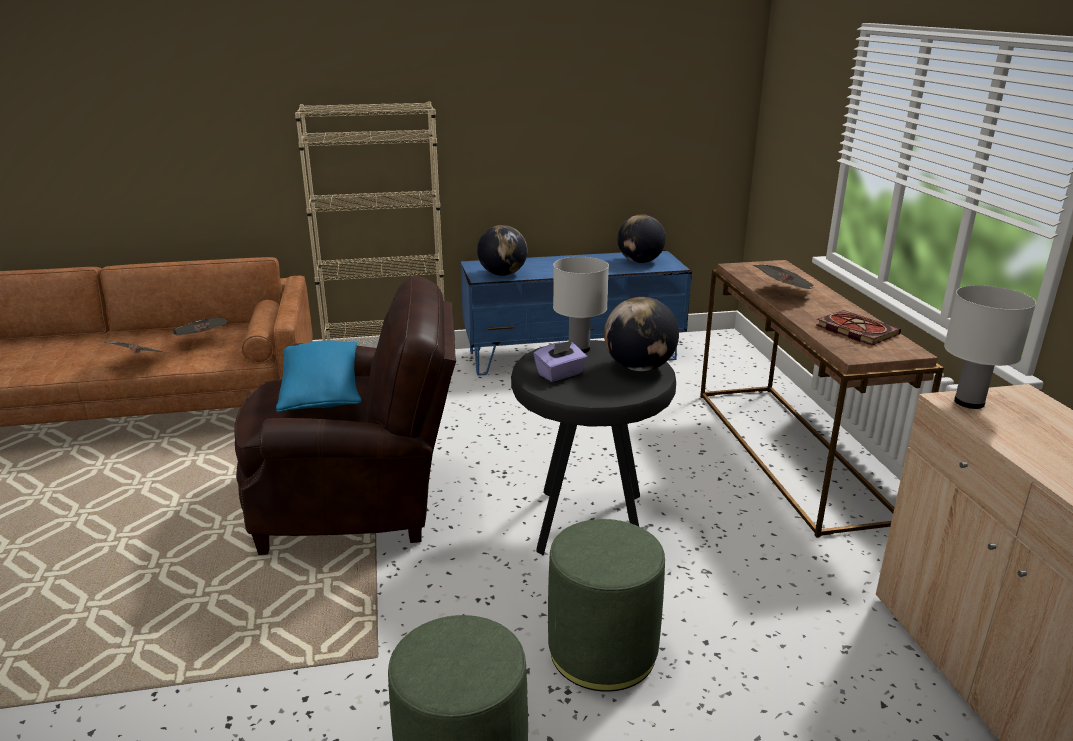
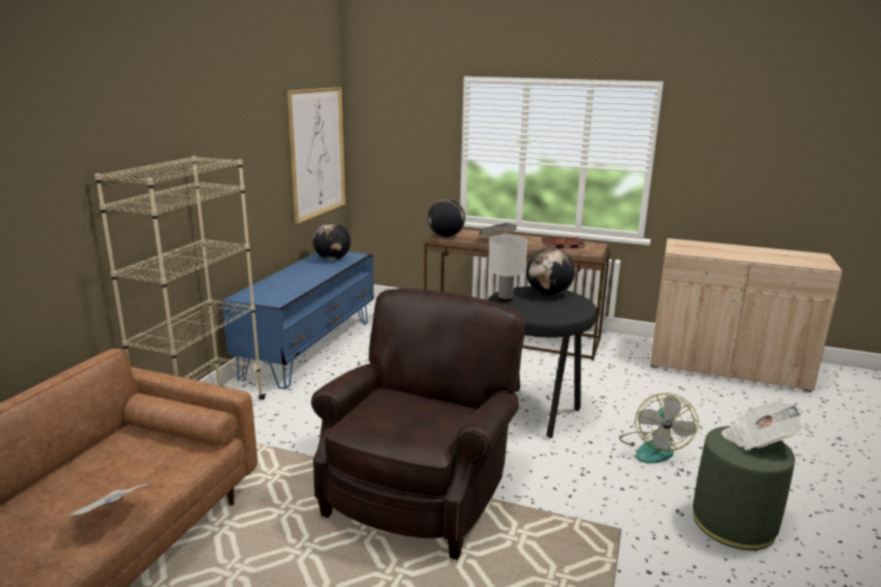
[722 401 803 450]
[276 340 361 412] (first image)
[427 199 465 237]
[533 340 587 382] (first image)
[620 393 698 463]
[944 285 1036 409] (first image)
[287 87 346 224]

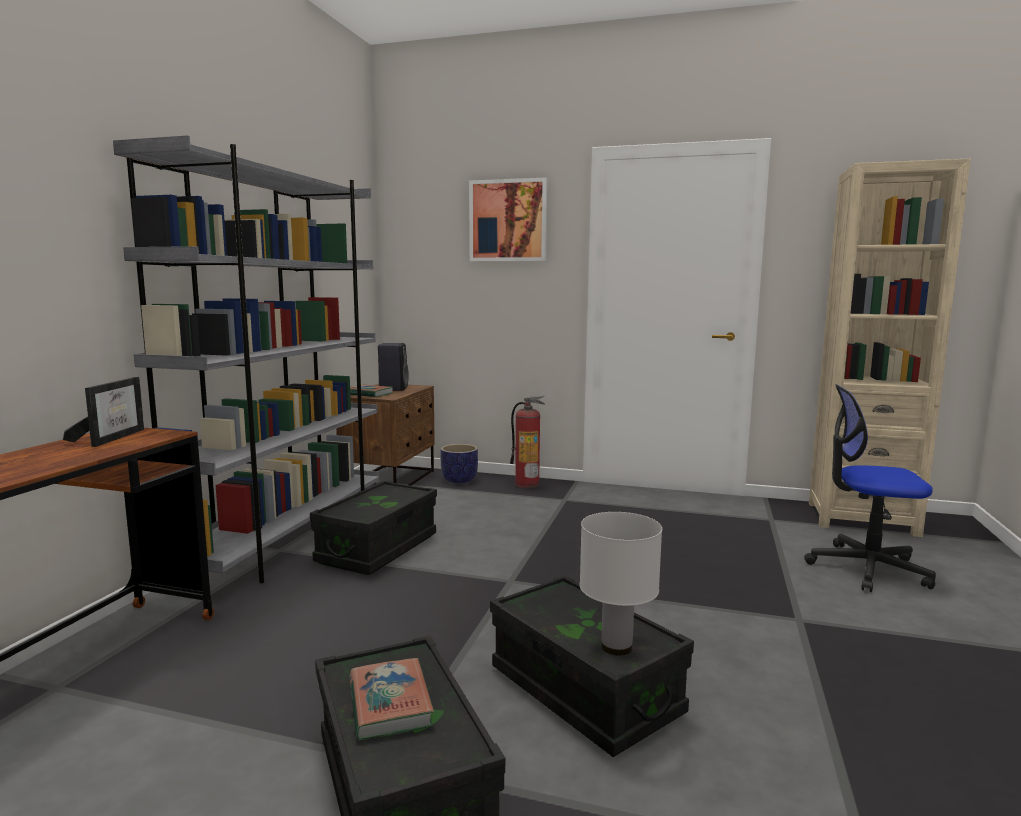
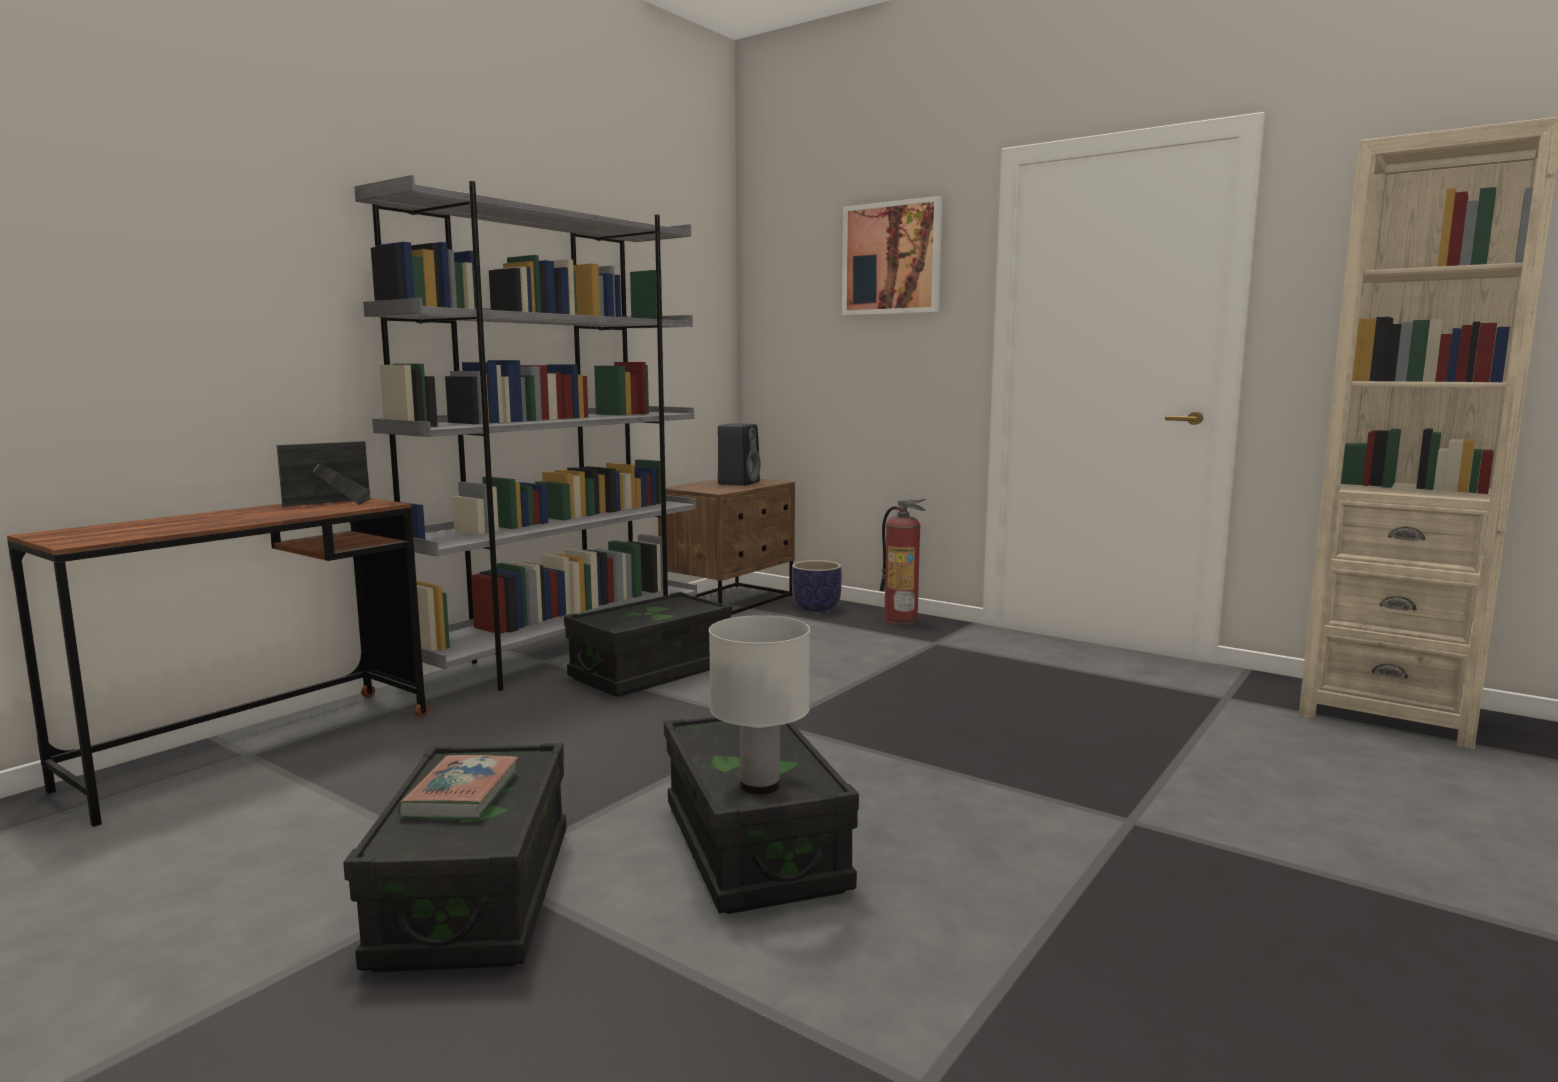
[277 441 371 506]
[350 384 393 397] (first image)
[804 384 936 592] (first image)

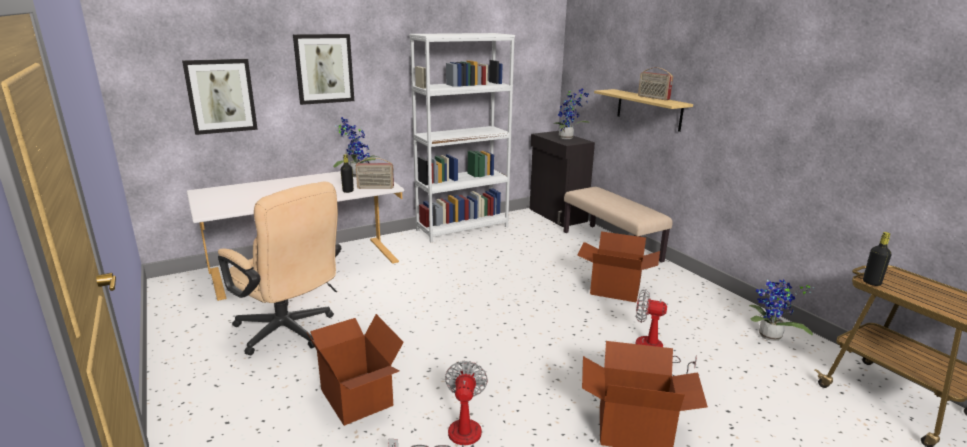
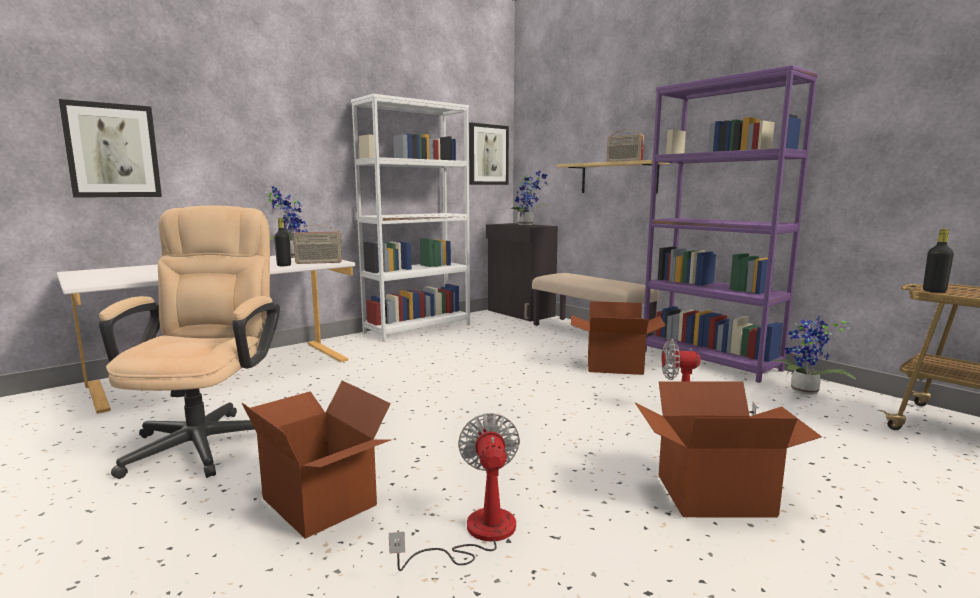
[99 206 280 479]
[469 123 509 185]
[644 65 818 383]

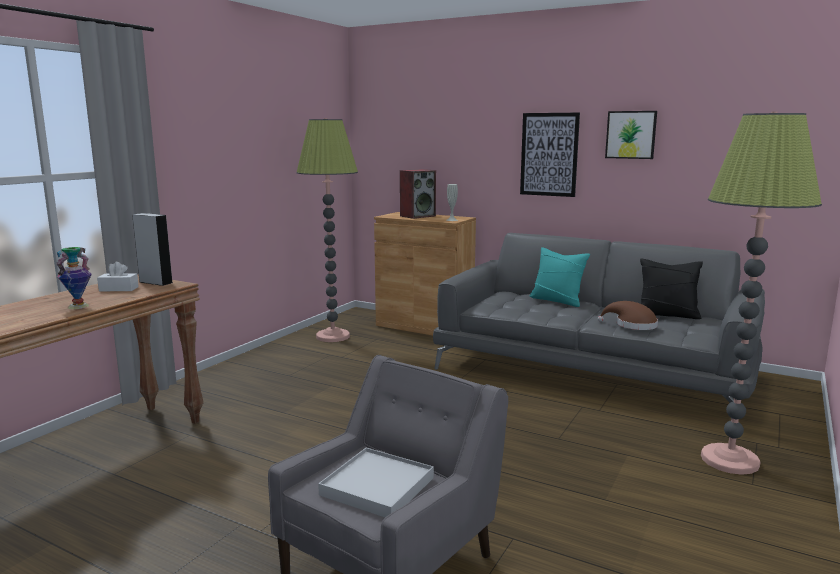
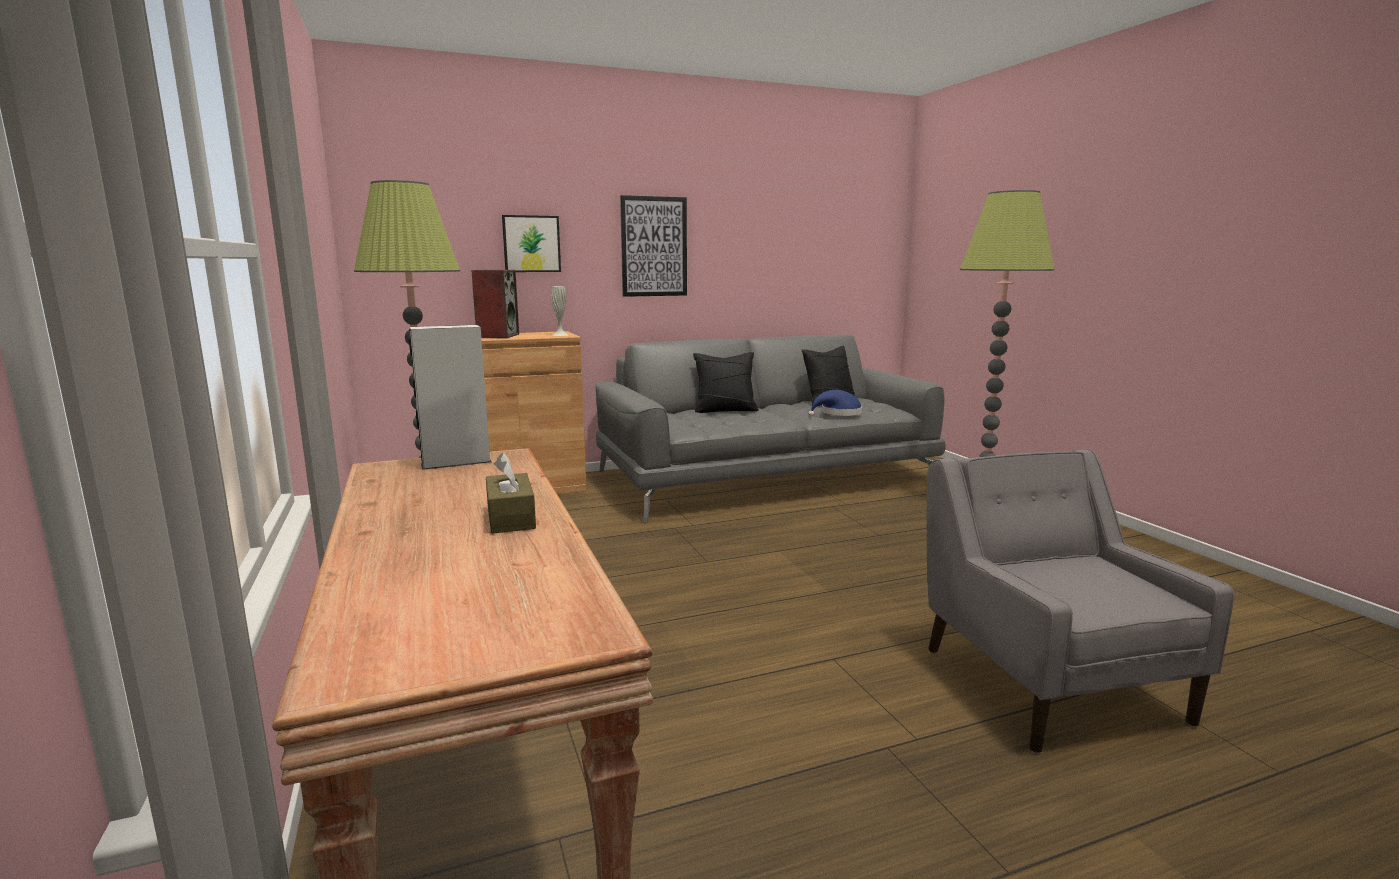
[486 453 536 534]
[97 262 139 291] (first image)
[318 448 434 517] (first image)
[693 352 759 413]
[808 390 862 417]
[502 215 561 272]

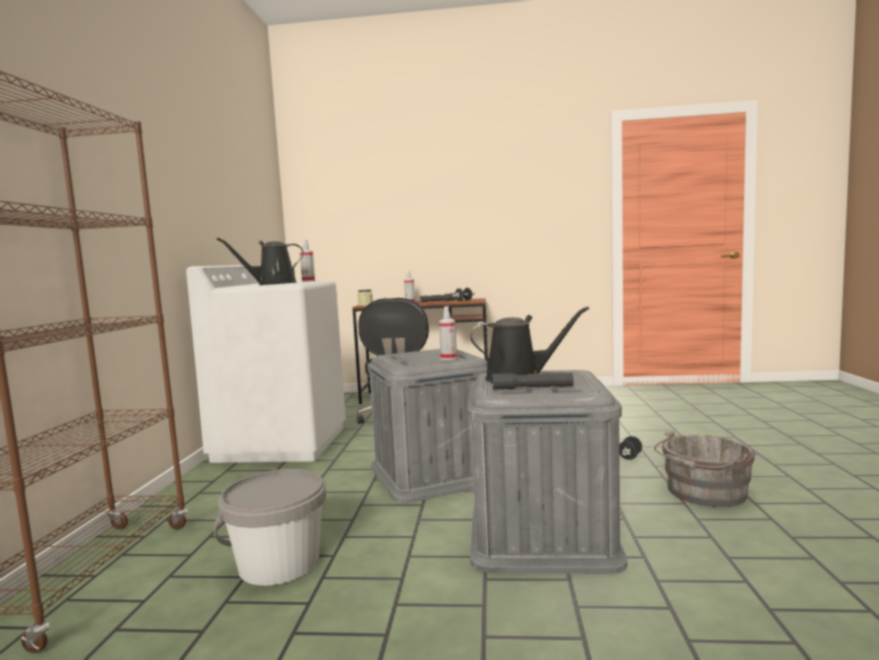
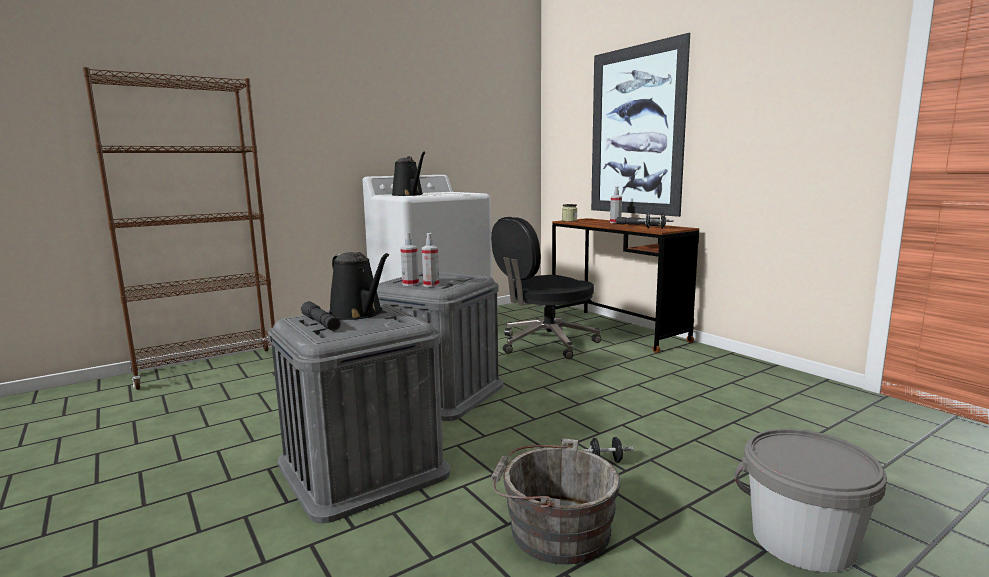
[735 429 887 573]
[392 152 425 196]
[400 233 419 286]
[591 33 690 217]

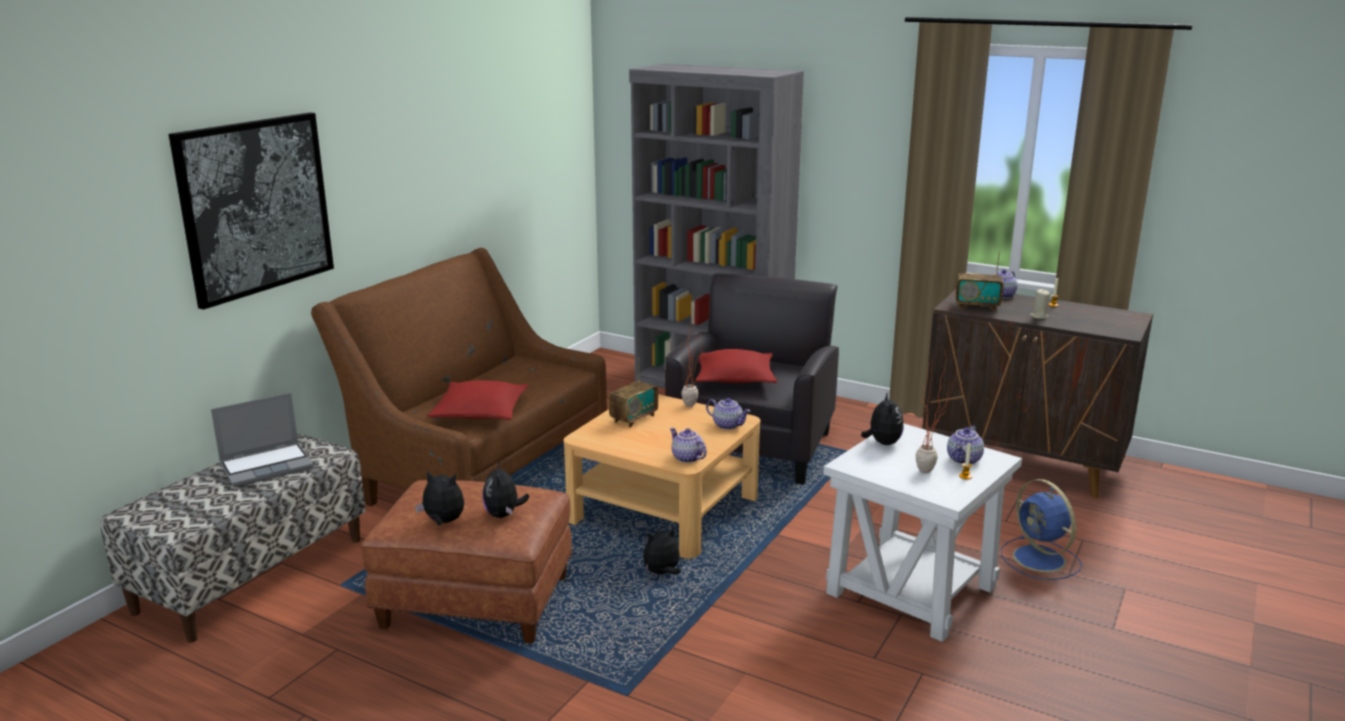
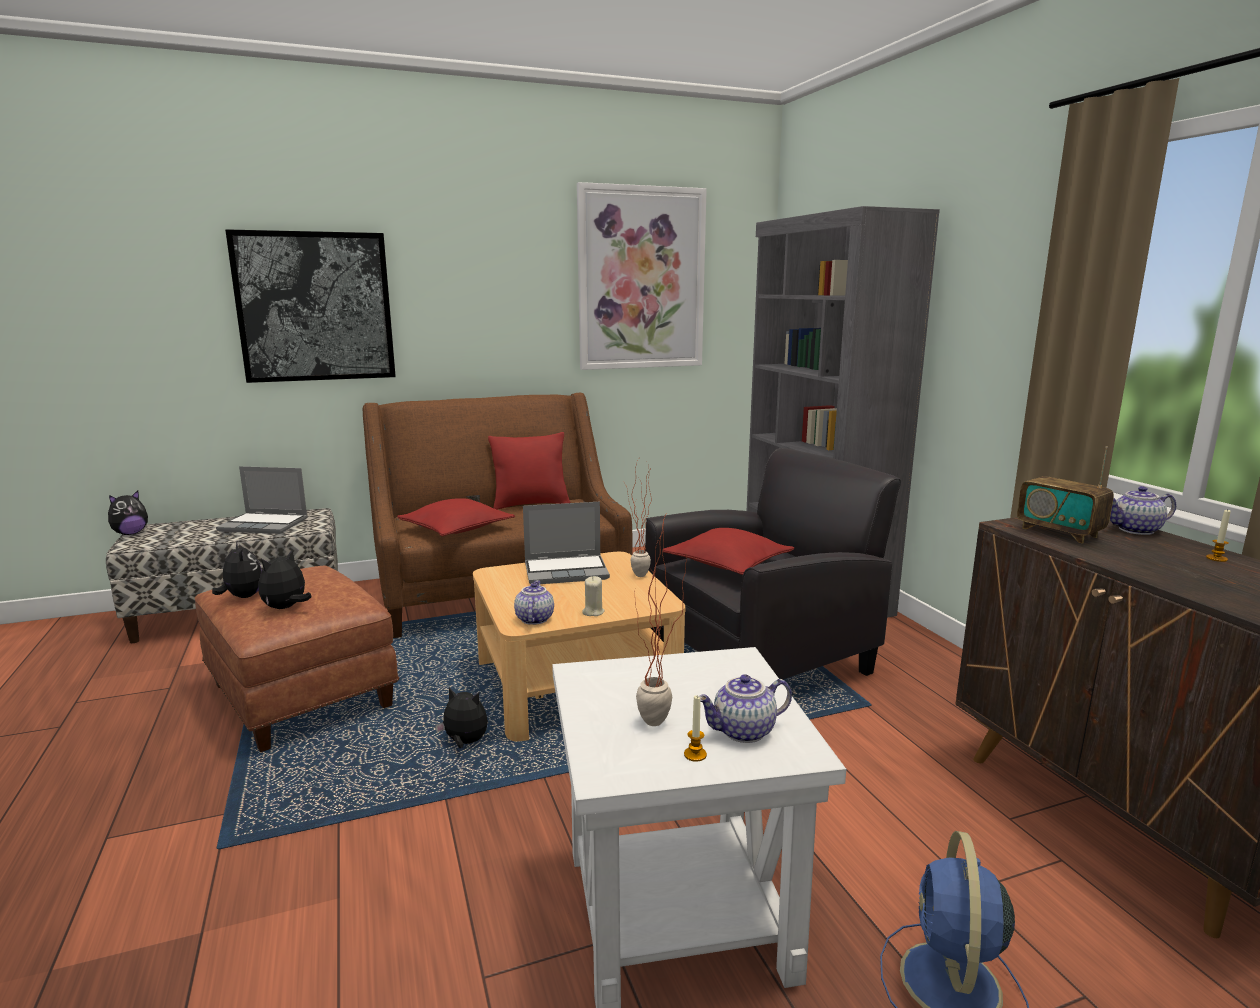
[523 502 610 584]
[706 398 750 430] (first image)
[108 491 148 535]
[582 576 604 616]
[488 432 570 510]
[577 182 707 370]

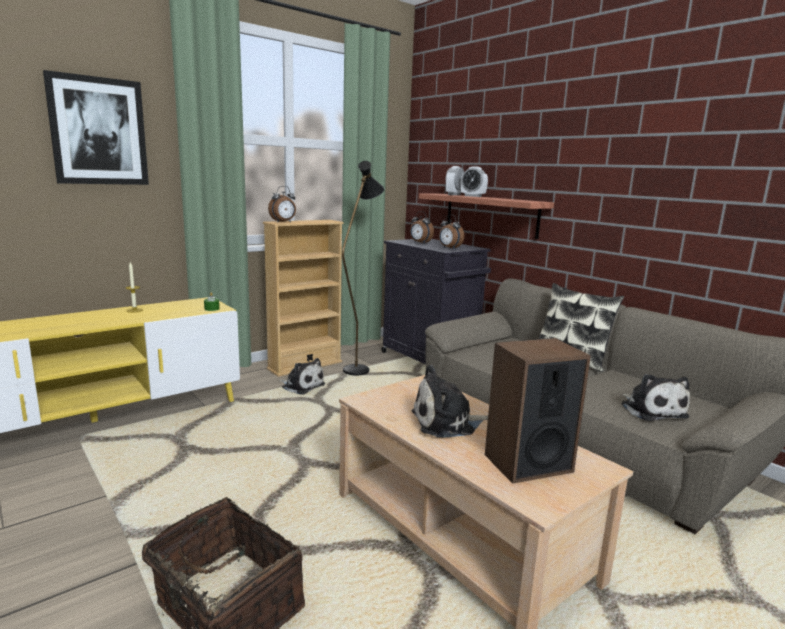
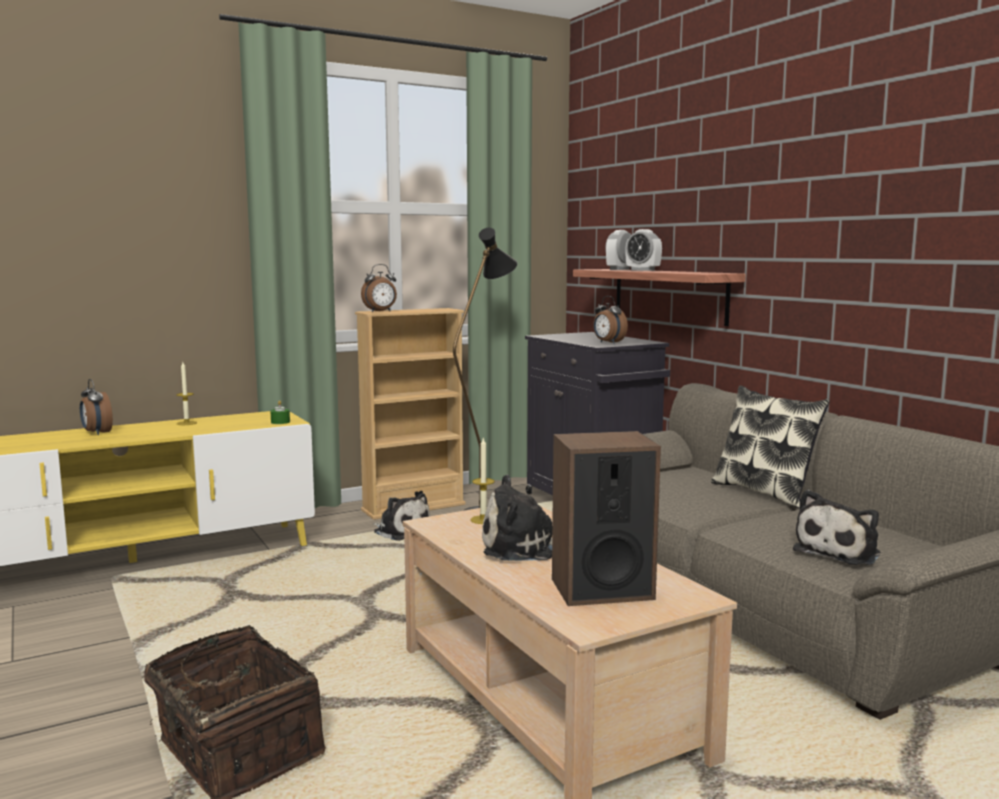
[43 70 149 185] (first image)
[80 379 113 435]
[793 490 880 565]
[470 438 495 524]

